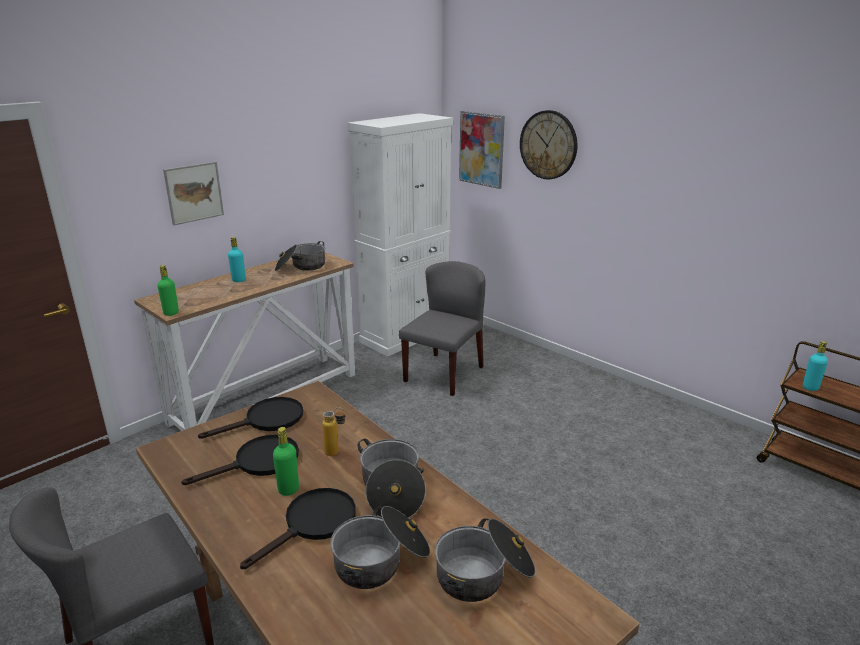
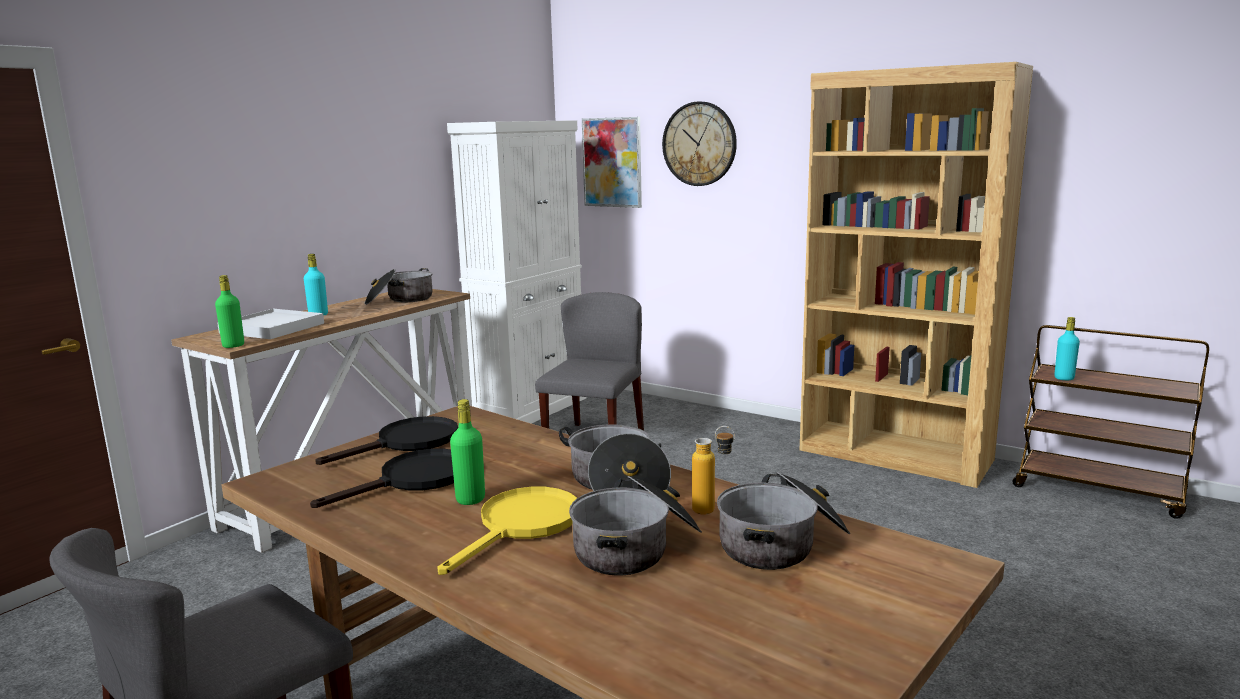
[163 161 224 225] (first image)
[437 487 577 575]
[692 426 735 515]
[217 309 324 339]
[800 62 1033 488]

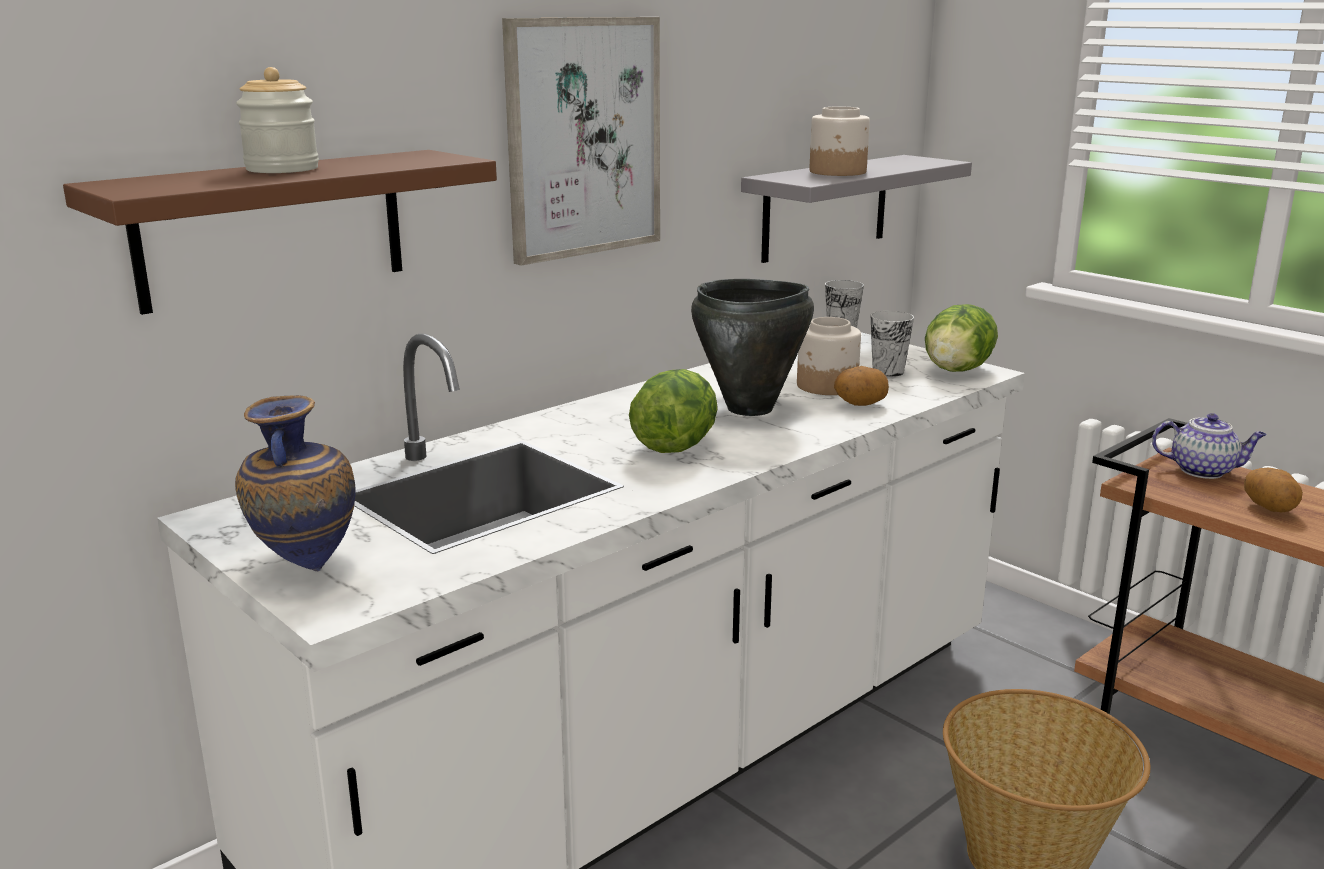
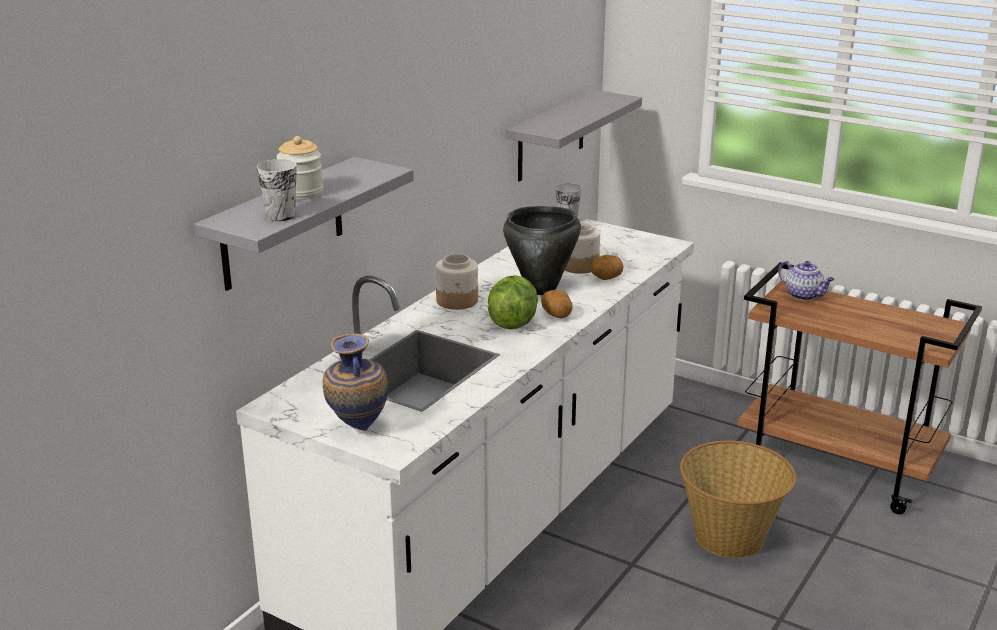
[194 157 414 291]
[502 17 660 266] (first image)
[435 254 478 310]
[256 159 297 221]
[925 304 998 372] (first image)
[778 261 835 300]
[541 290 573 318]

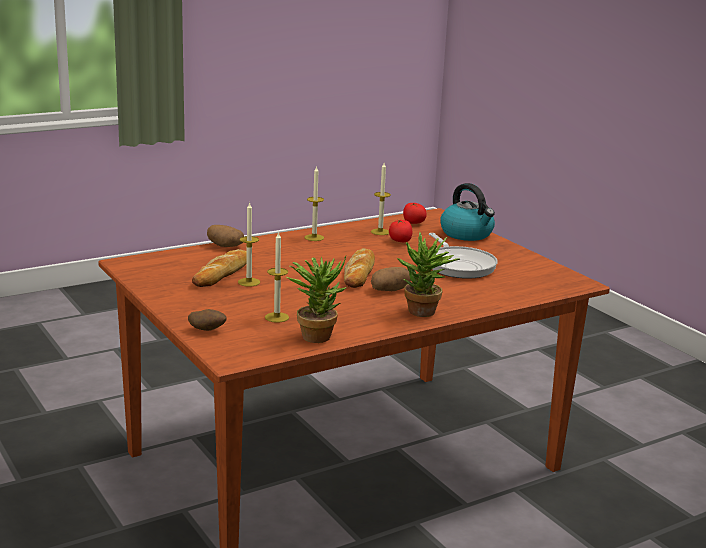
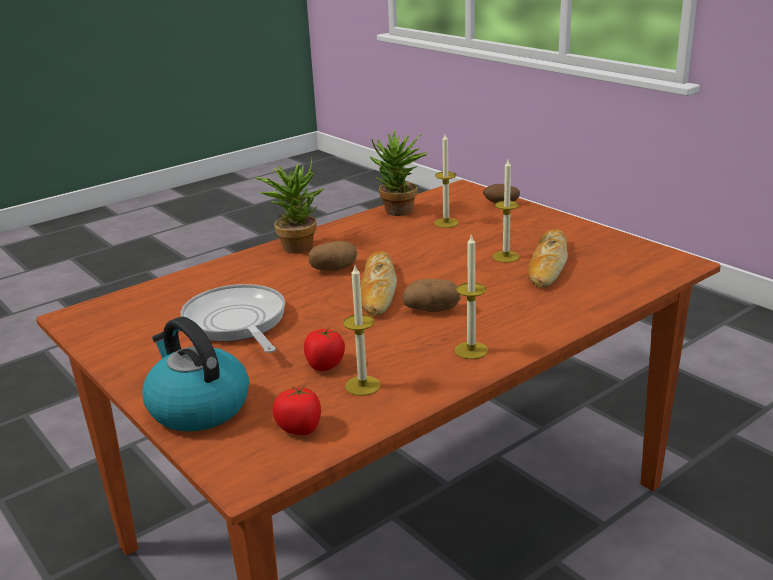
[402 279 461 312]

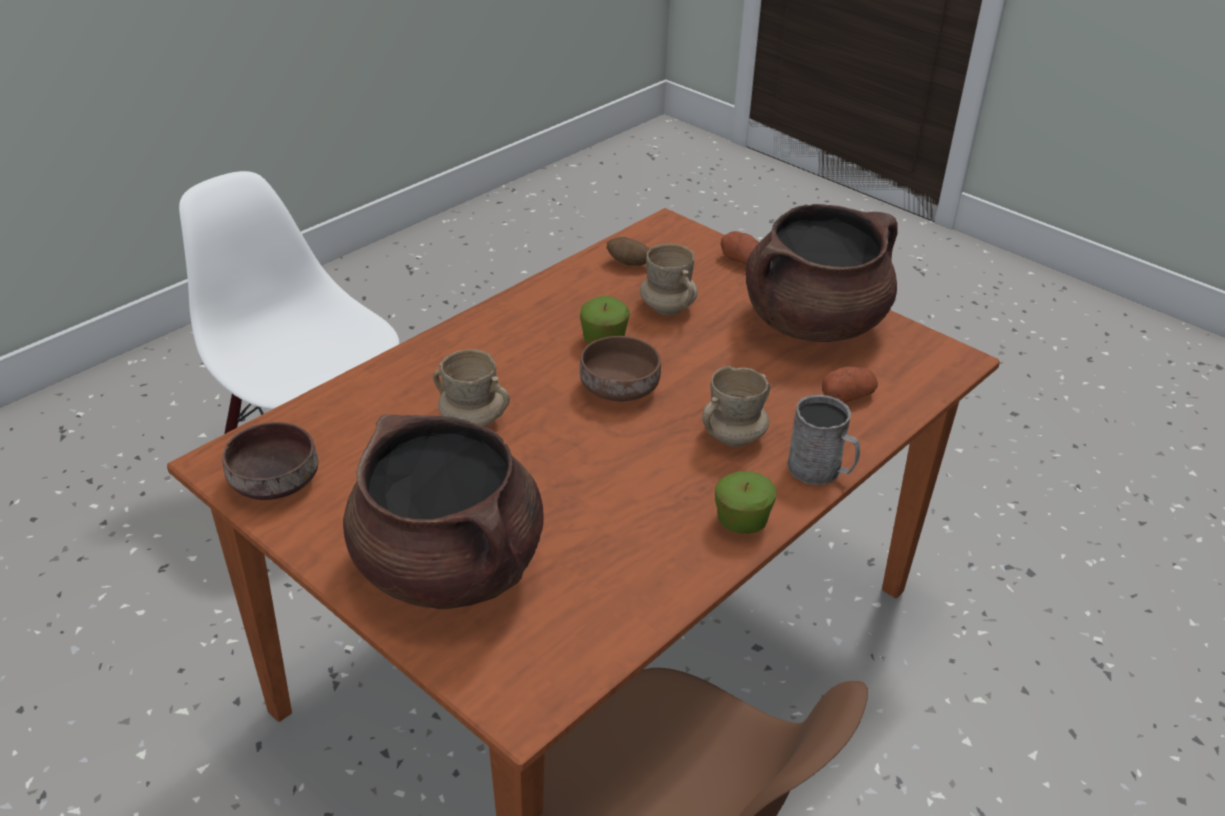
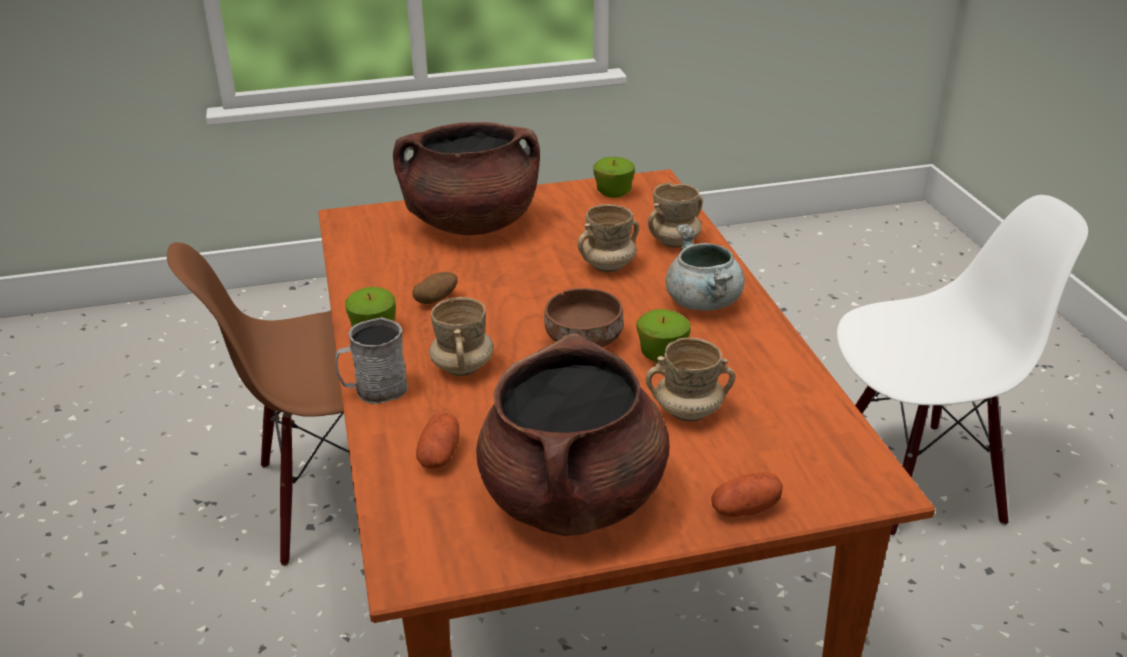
[593 157 635 198]
[412 272 458 304]
[648 182 703 248]
[666 224 745 311]

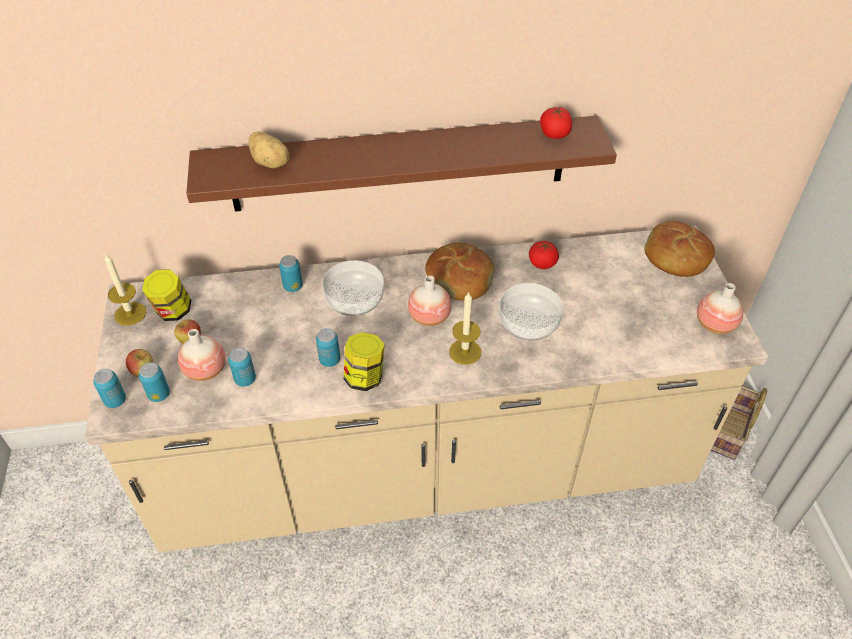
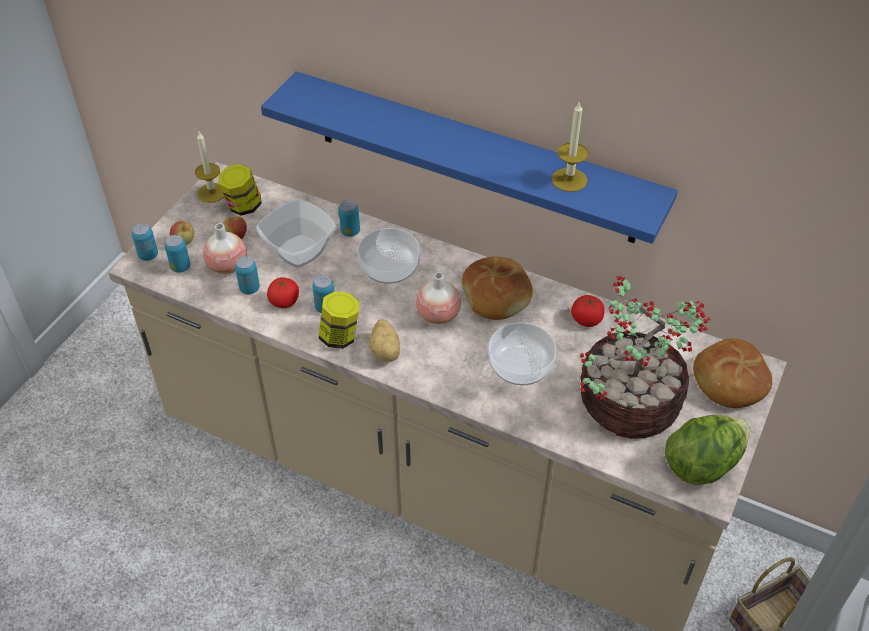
[261 71 678 244]
[369 319 400 362]
[552 101 589 192]
[267 277 299 308]
[665 415 750 485]
[256 199 337 267]
[580 276 711 439]

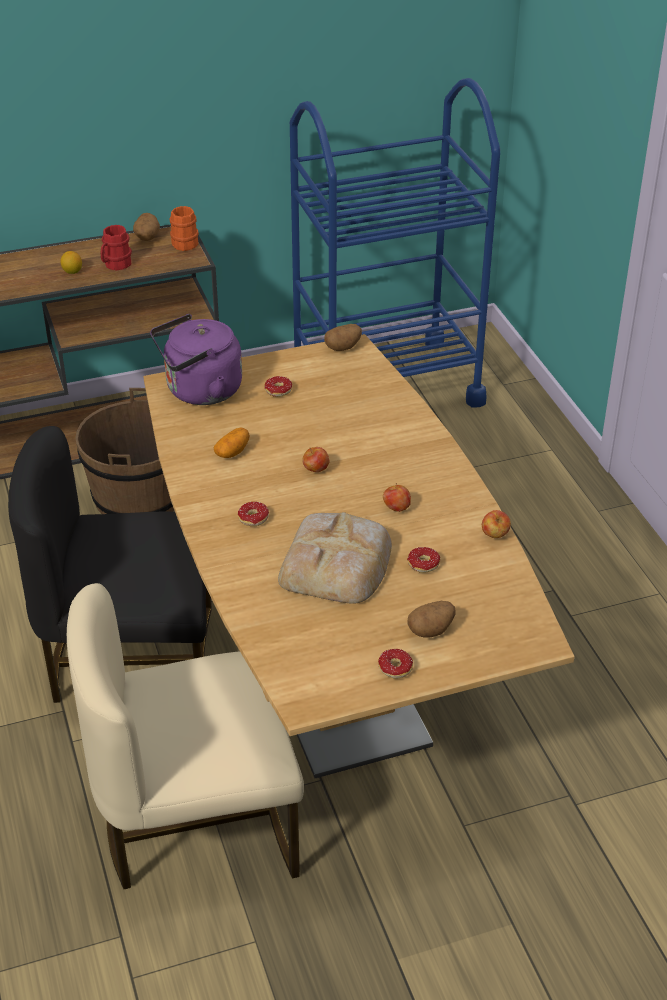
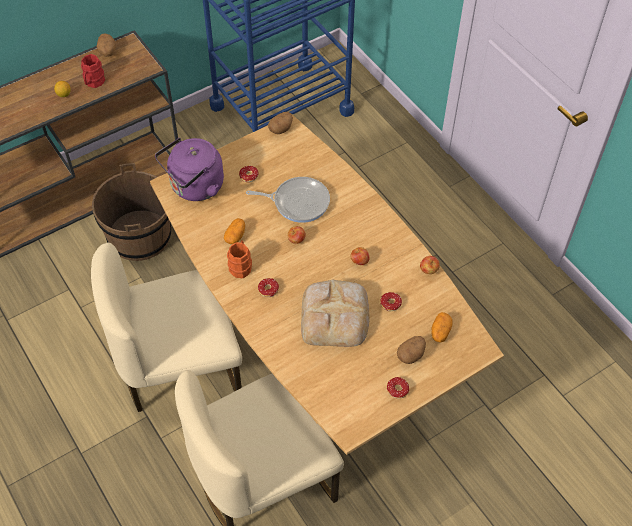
[91 243 242 412]
[227 240 252 278]
[246 177 330 223]
[432 312 452 343]

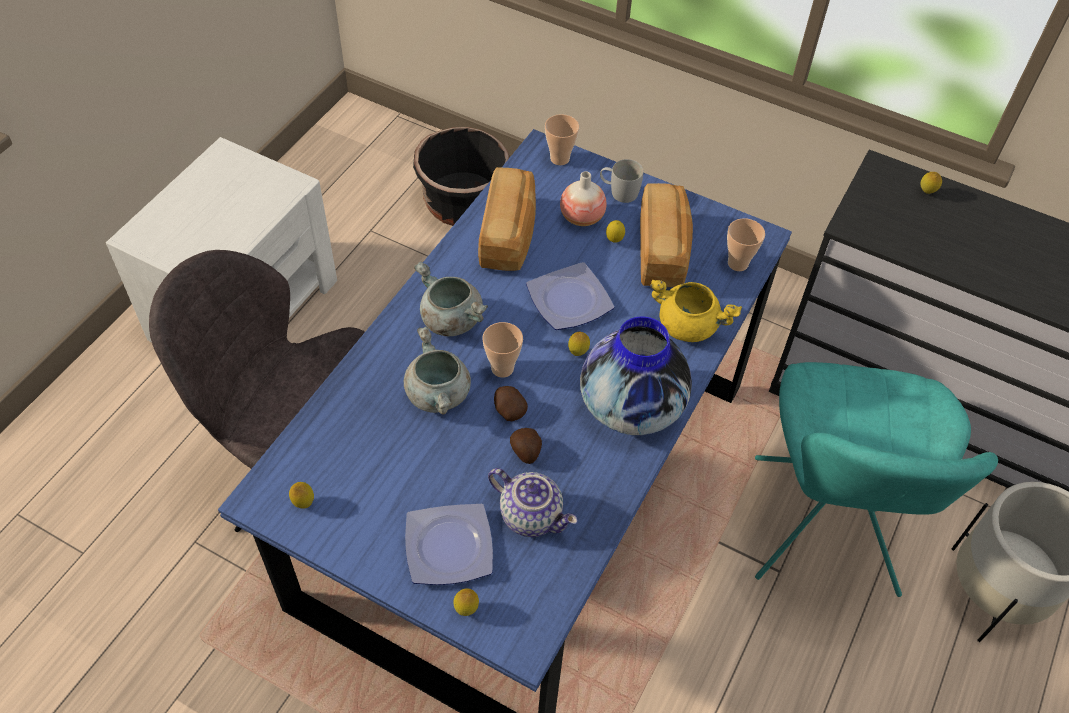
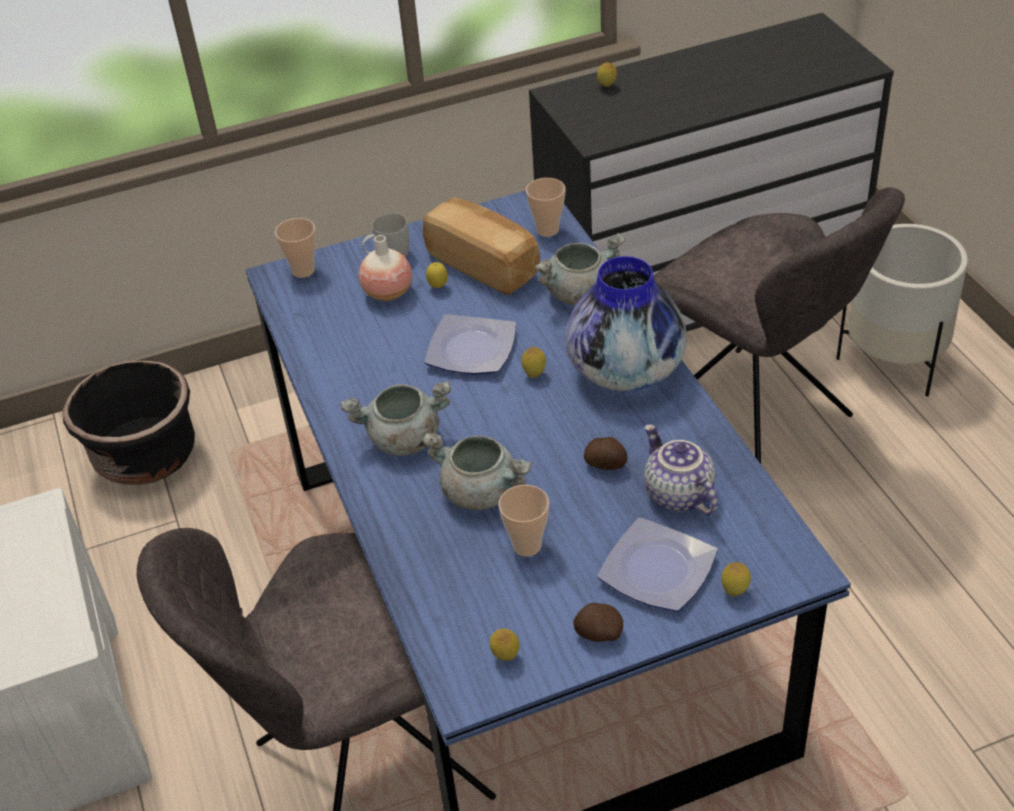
[478 167 536 271] (first image)
[498 485 549 557]
[644 424 718 515]
[573 603 623 642]
[535 233 625 305]
[654 187 905 464]

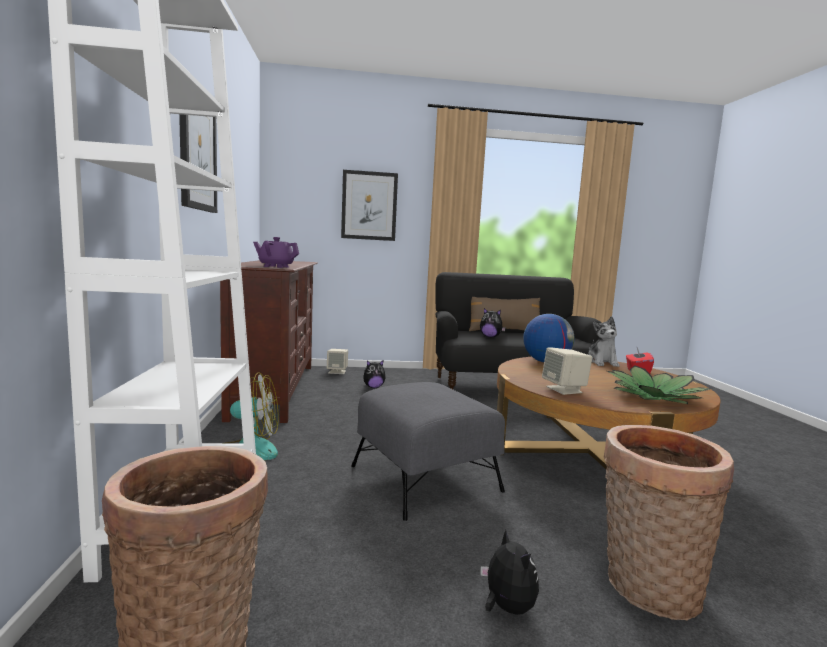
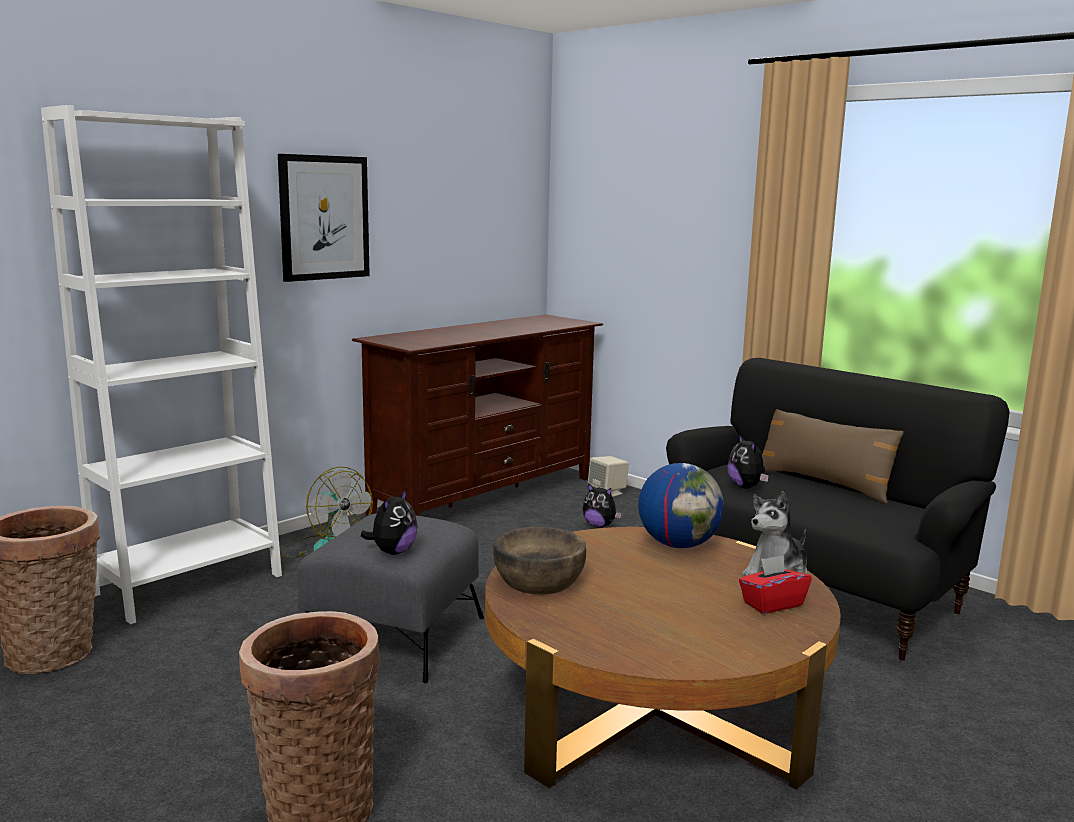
[253 237 299 268] (first image)
[341 170 398 241] (first image)
[361 488 417 555]
[493 527 586 595]
[607 365 711 404] (first image)

